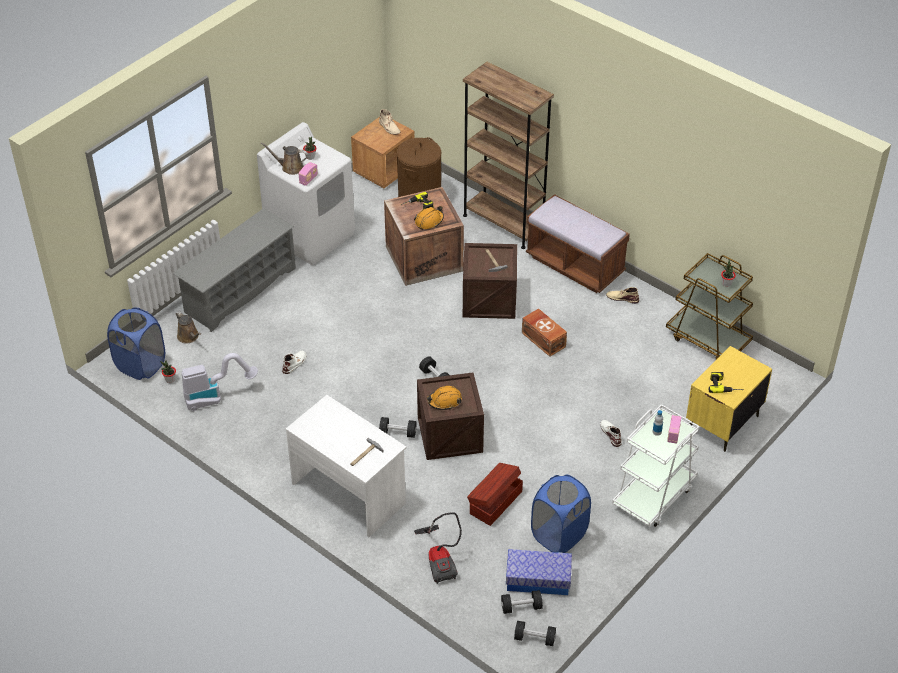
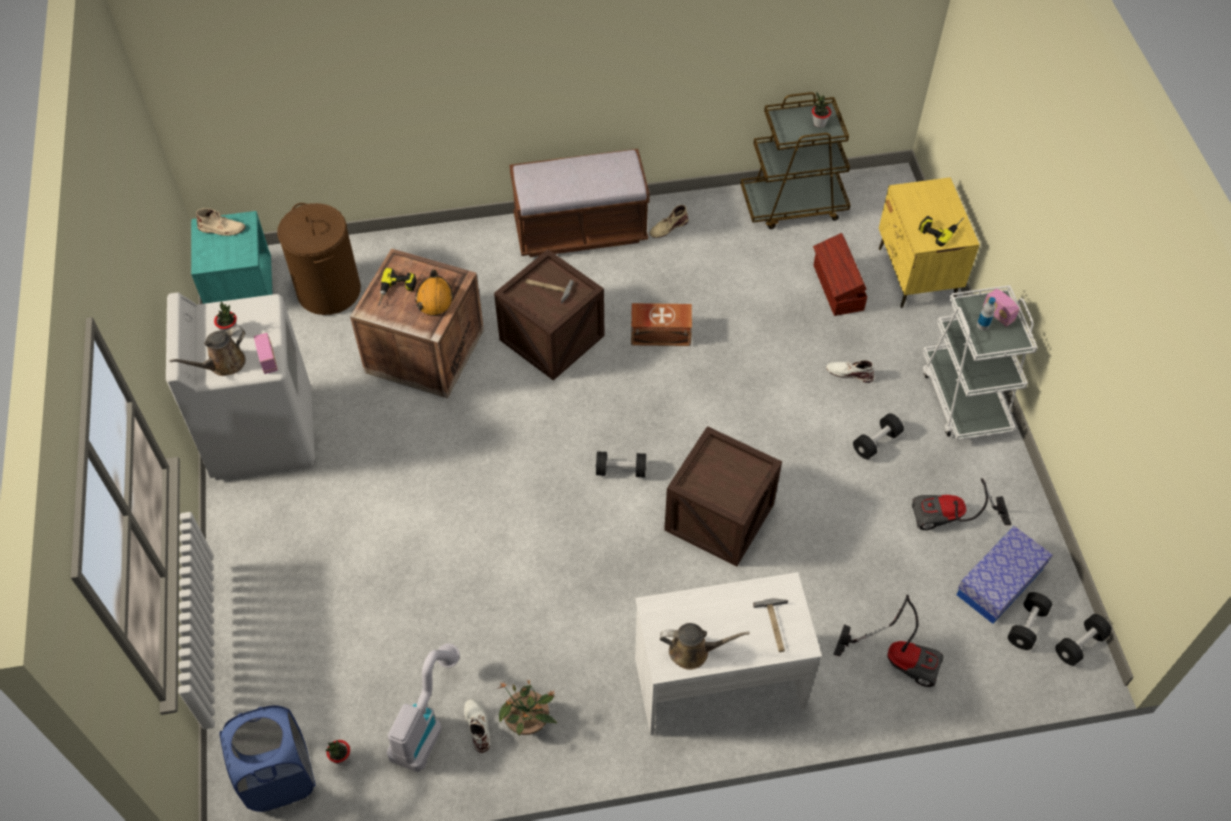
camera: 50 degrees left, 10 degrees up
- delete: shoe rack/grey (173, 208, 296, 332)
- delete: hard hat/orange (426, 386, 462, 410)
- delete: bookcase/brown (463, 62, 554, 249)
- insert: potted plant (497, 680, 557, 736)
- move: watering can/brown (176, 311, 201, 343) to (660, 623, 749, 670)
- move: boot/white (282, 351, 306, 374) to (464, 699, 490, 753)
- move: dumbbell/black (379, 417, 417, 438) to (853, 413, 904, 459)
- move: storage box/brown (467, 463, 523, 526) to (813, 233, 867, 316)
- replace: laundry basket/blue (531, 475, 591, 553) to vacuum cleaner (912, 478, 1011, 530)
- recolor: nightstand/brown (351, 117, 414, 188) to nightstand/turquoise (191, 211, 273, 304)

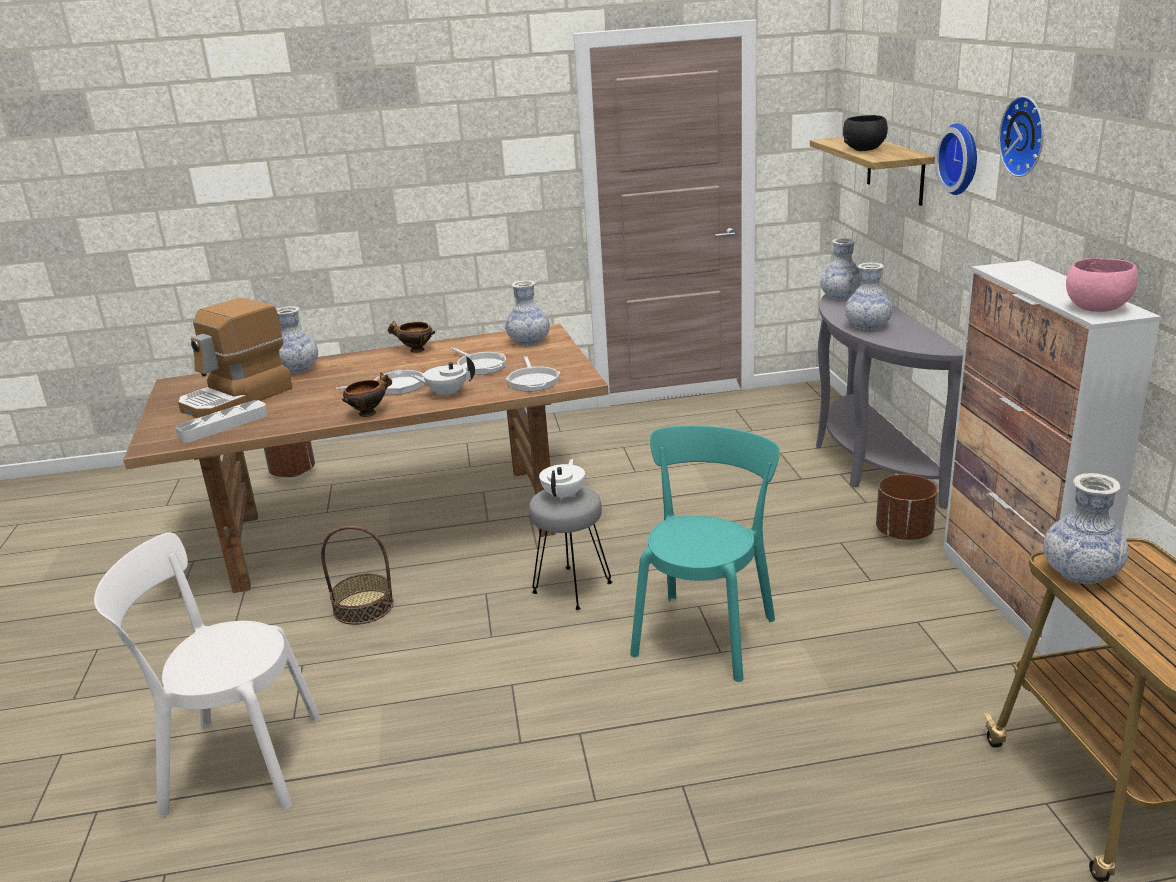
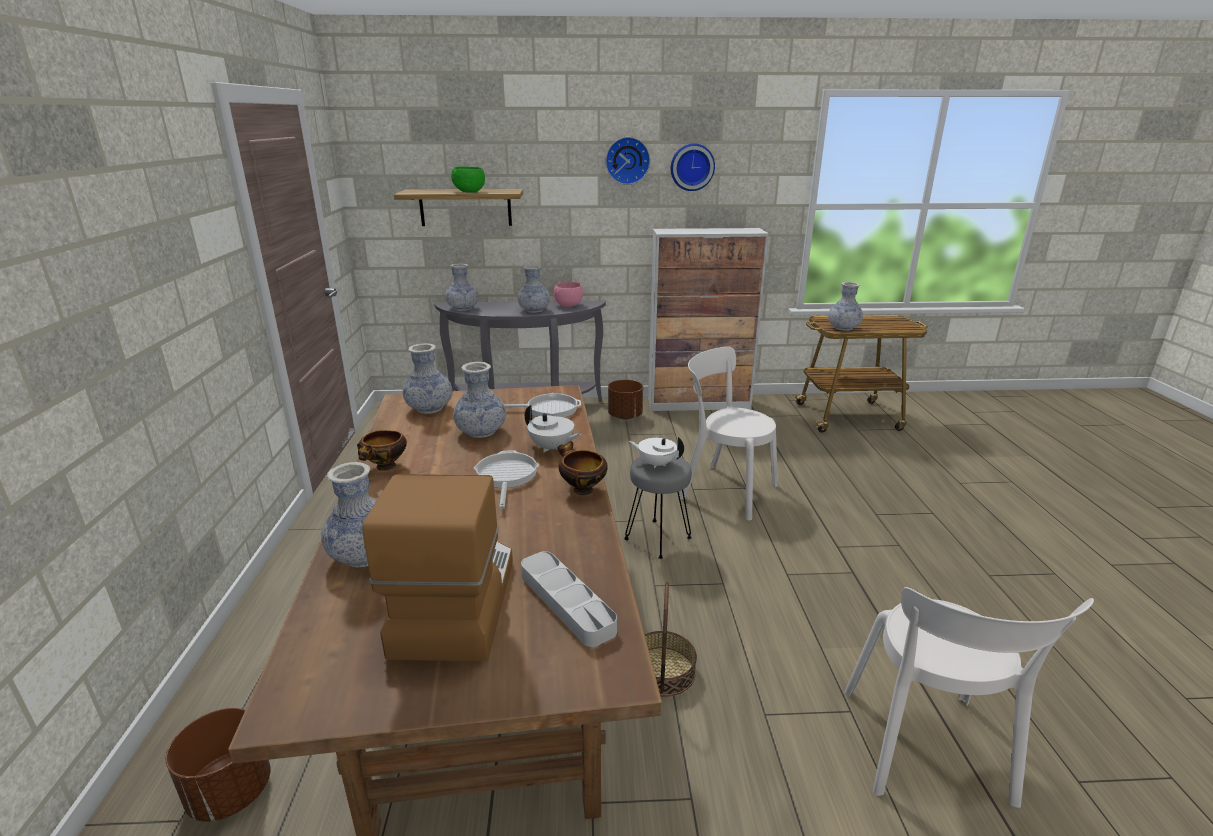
camera: 85 degrees left, 0 degrees up
- move: wall clock (935, 123, 977, 195) to (671, 143, 715, 191)
- move: bowl/pink (1066, 258, 1138, 312) to (554, 282, 583, 307)
- replace: frying pan (450, 347, 506, 375) to vase (453, 362, 506, 438)
- recolor: chair/turquoise (630, 426, 780, 682) to chair/white (680, 347, 778, 520)
- recolor: bowl/black (843, 115, 888, 151) to bowl/green (451, 167, 485, 193)
- rotate: coffee machine (178, 297, 292, 418) = (362, 474, 513, 661) 135 degrees counterclockwise
- rotate: teapot/white (411, 356, 475, 398) = (525, 405, 581, 453) 60 degrees counterclockwise

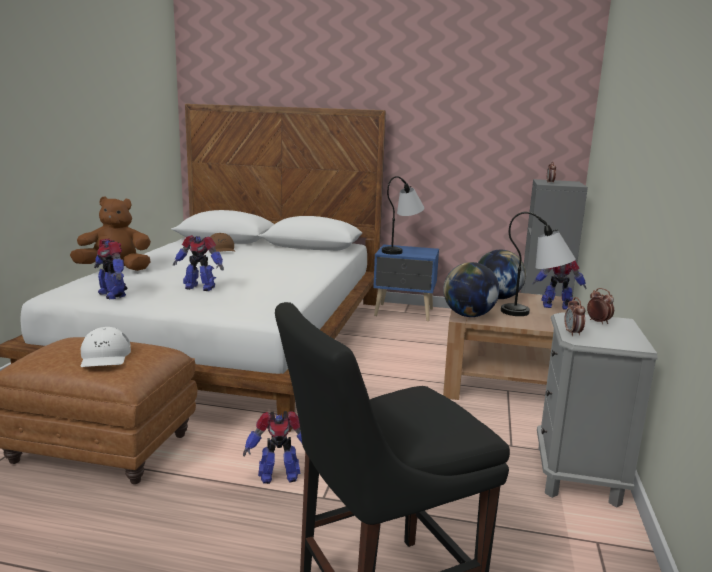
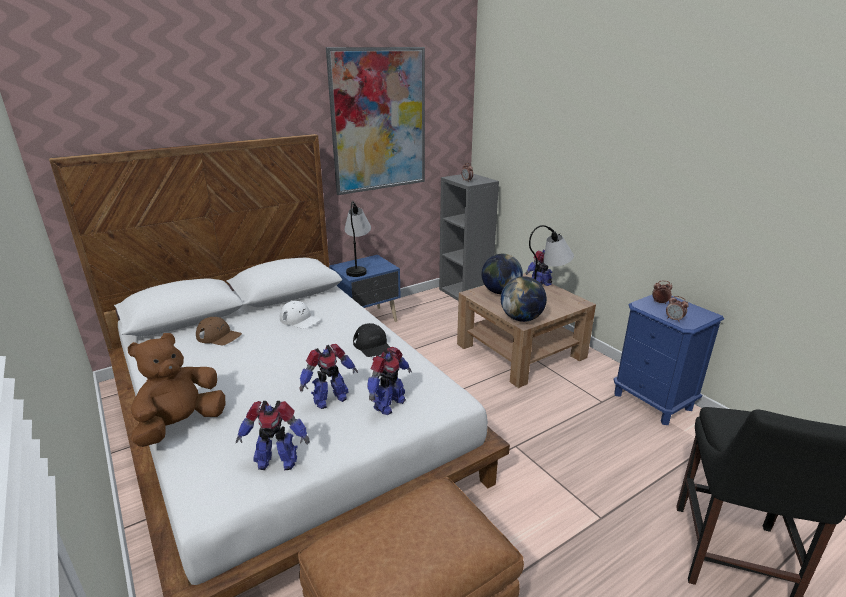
camera: 45 degrees left, 10 degrees up
- insert: picture (326, 47, 425, 195)
- insert: cap/black (353, 323, 390, 357)
- move: cap/white (80, 327, 131, 367) to (280, 301, 321, 329)
- move: toy robot (243, 411, 302, 484) to (367, 347, 412, 415)
- recolor: nightstand/grey (537, 312, 658, 508) to nightstand/blue (614, 295, 724, 425)

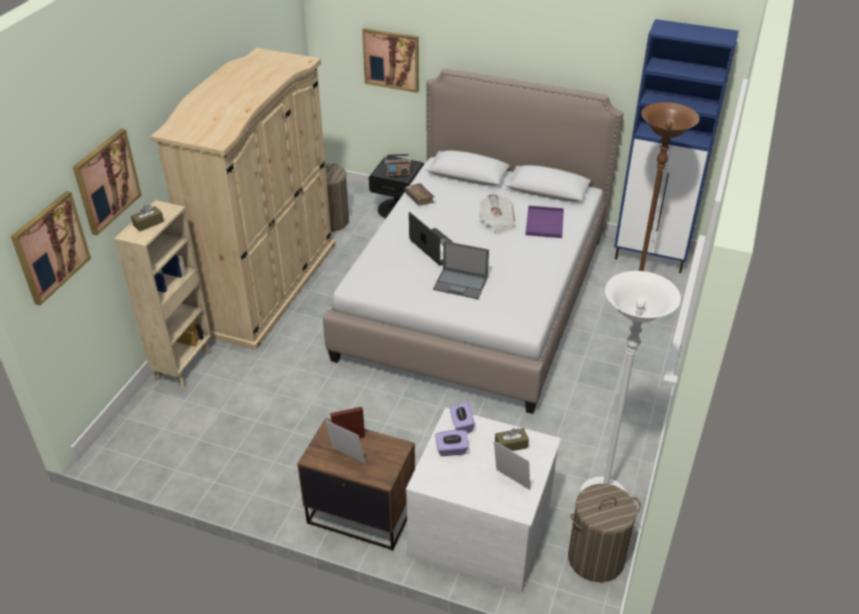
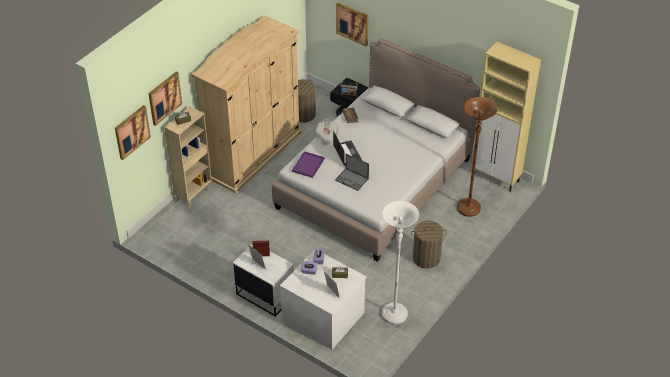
camera: 15 degrees right, 5 degrees up
- move: newspaper (479, 193, 516, 235) to (316, 119, 339, 146)
- move: tray/purple (525, 206, 564, 238) to (292, 151, 325, 178)
- move: laundry basket (568, 484, 641, 582) to (411, 220, 447, 269)
- recolor: nightstand/brown (297, 418, 415, 551) to nightstand/white (233, 244, 294, 317)
- recolor: cabinet/blue (614, 19, 739, 273) to cabinet/beige (472, 42, 541, 192)

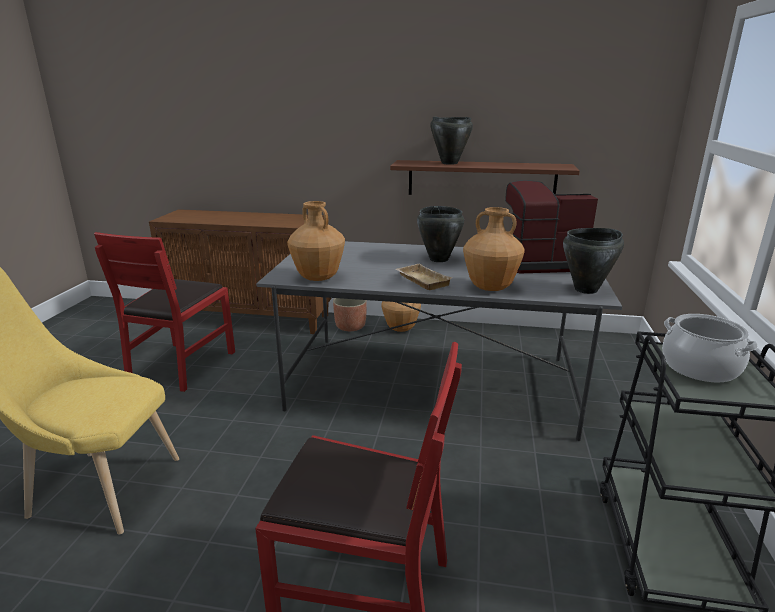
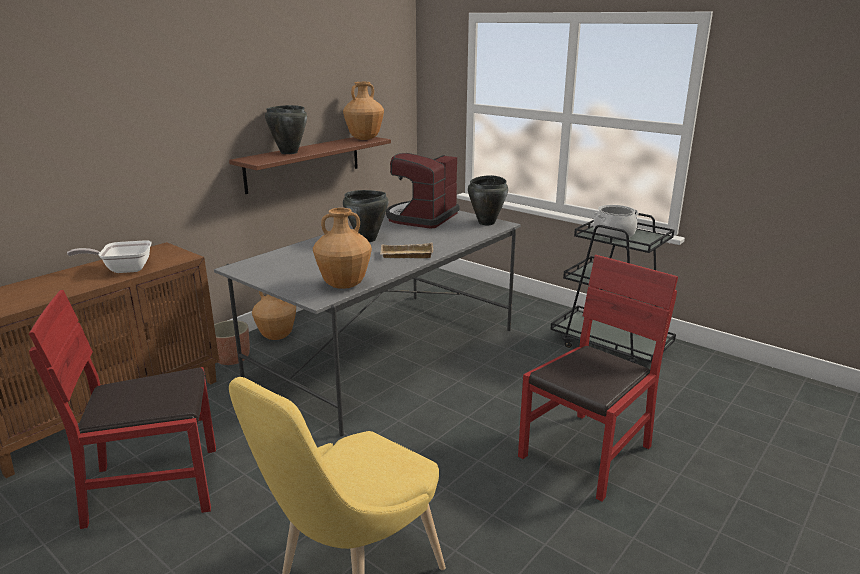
camera: 60 degrees left, 0 degrees up
- insert: frying pan (67, 240, 152, 273)
- move: vase/brown (463, 207, 525, 291) to (343, 82, 384, 140)
- rotate: chair/red (94, 232, 235, 392) = (29, 290, 216, 529) 120 degrees clockwise

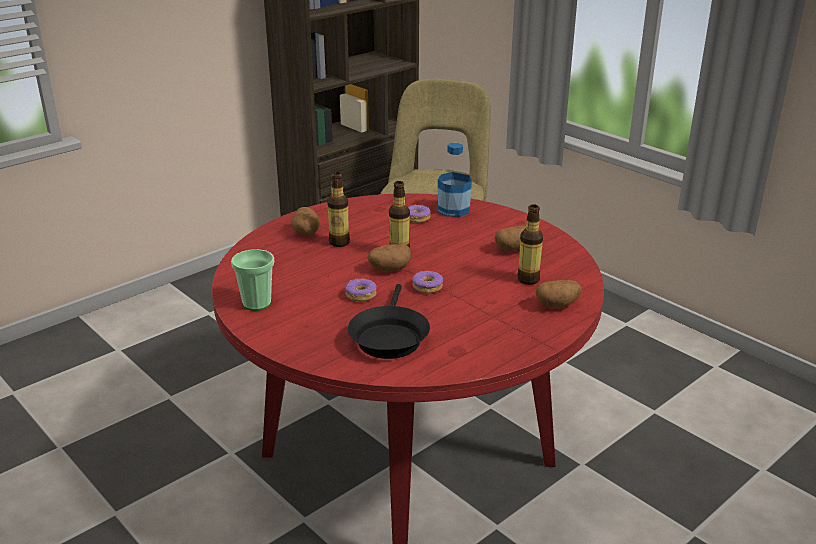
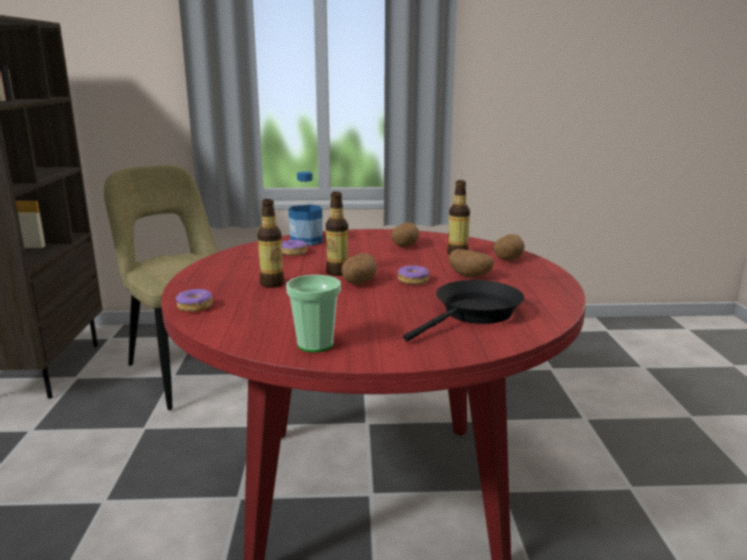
camera: 50 degrees left, 10 degrees down
- move: potato (292, 207, 320, 237) to (449, 249, 494, 277)
- move: donut (345, 278, 376, 302) to (176, 289, 213, 312)
- rotate: frying pan/black (348, 284, 430, 359) = (403, 280, 524, 342) 90 degrees counterclockwise

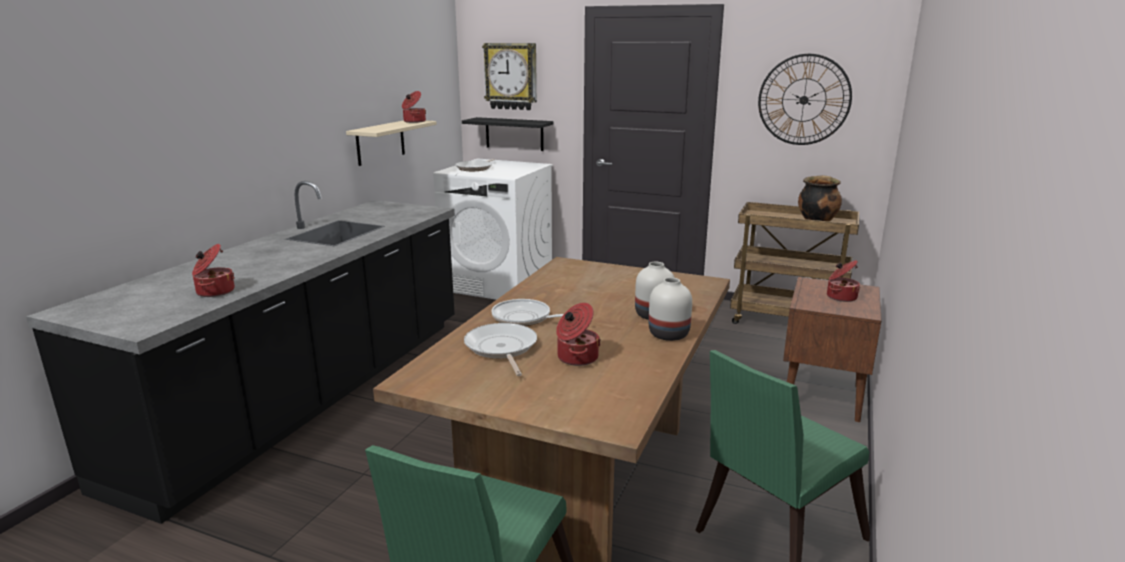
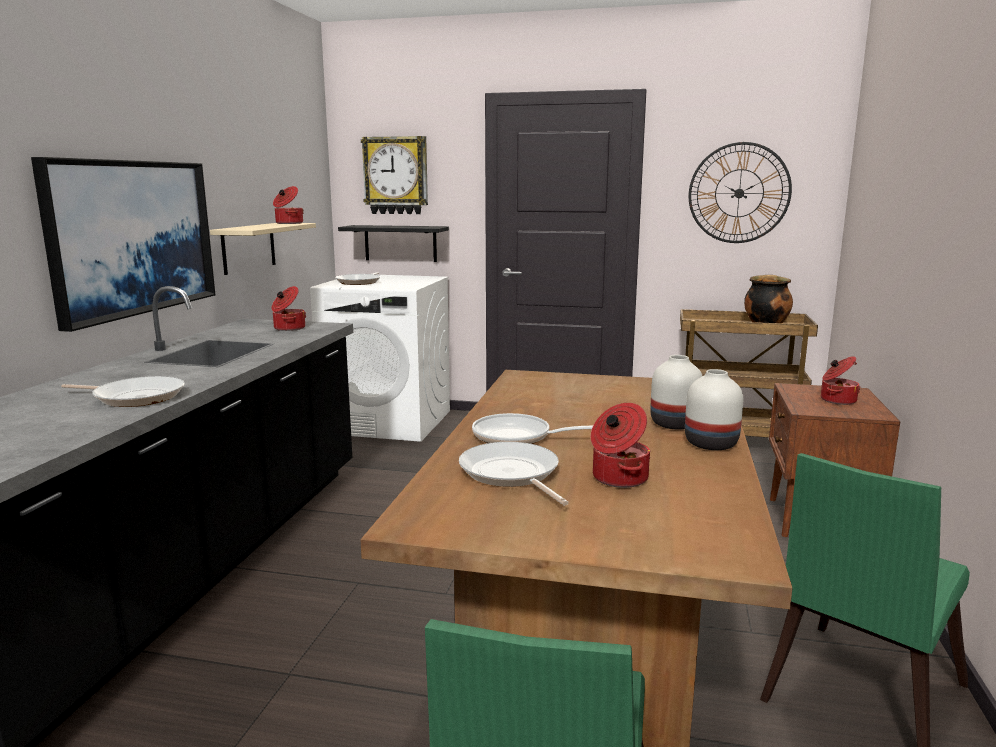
camera: 10 degrees left, 5 degrees down
- insert: picture (31, 157, 215, 332)
- insert: frying pan (61, 376, 185, 407)
- move: cooking pot (192, 244, 235, 297) to (271, 286, 306, 331)

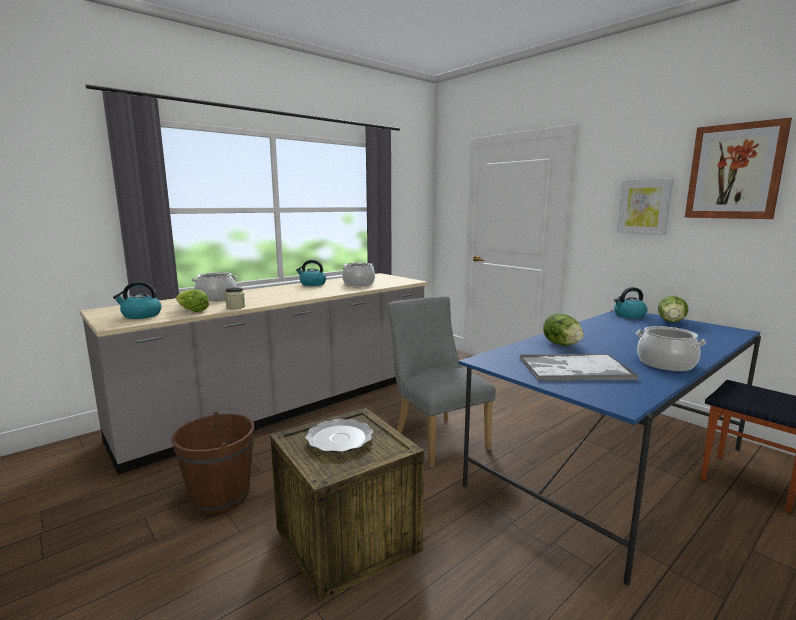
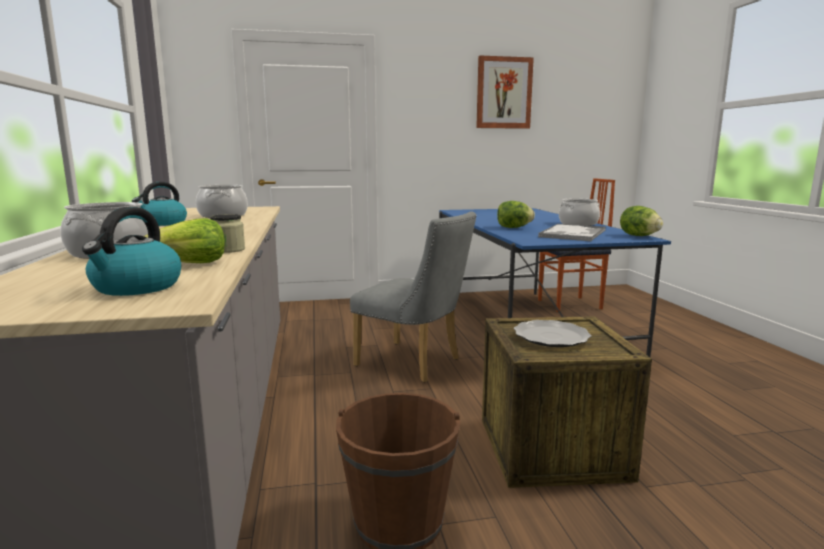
camera: 60 degrees left, 0 degrees up
- delete: kettle (614, 287, 648, 318)
- delete: picture (617, 179, 673, 235)
- move: lettuce (658, 296, 688, 322) to (620, 206, 663, 236)
- rotate: chair/grey (388, 296, 496, 467) = (350, 211, 476, 383) 150 degrees counterclockwise

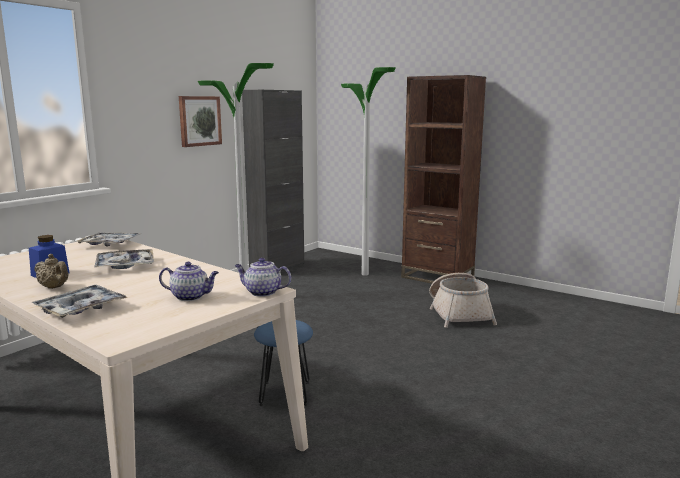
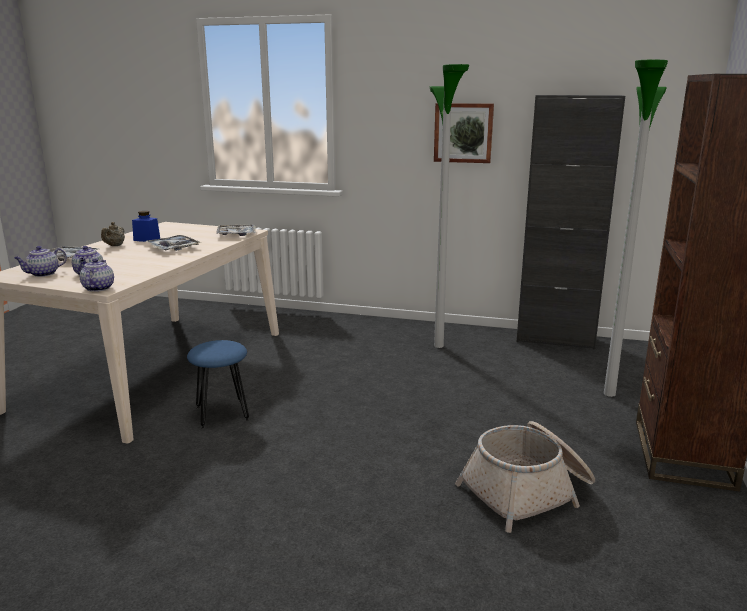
camera: 70 degrees right, 5 degrees up
- insert: teapot (14, 246, 67, 277)

